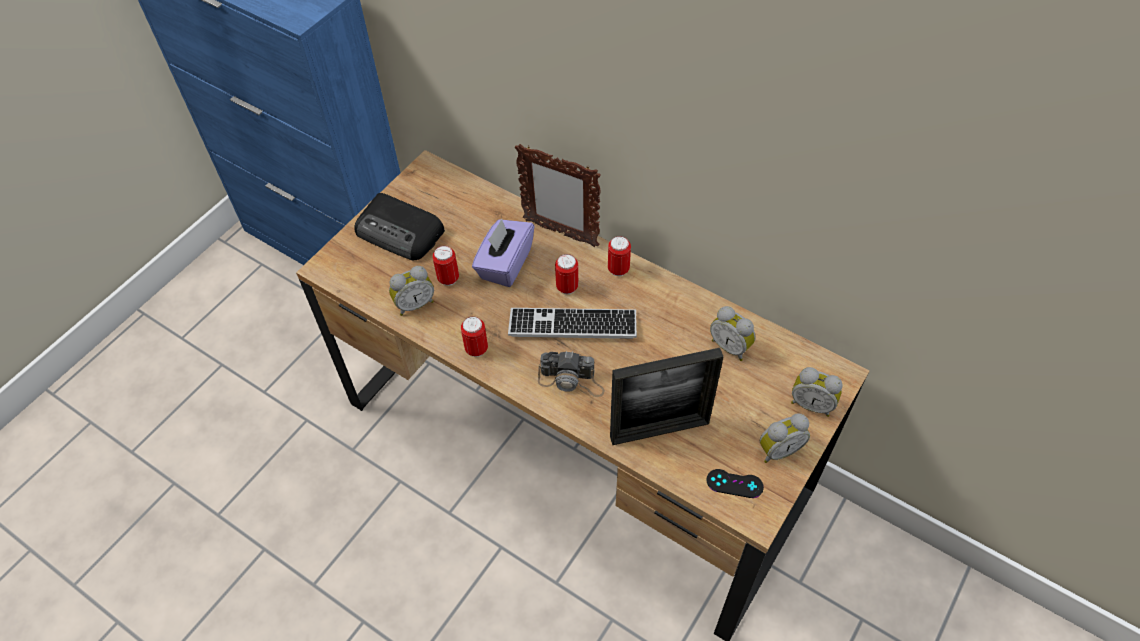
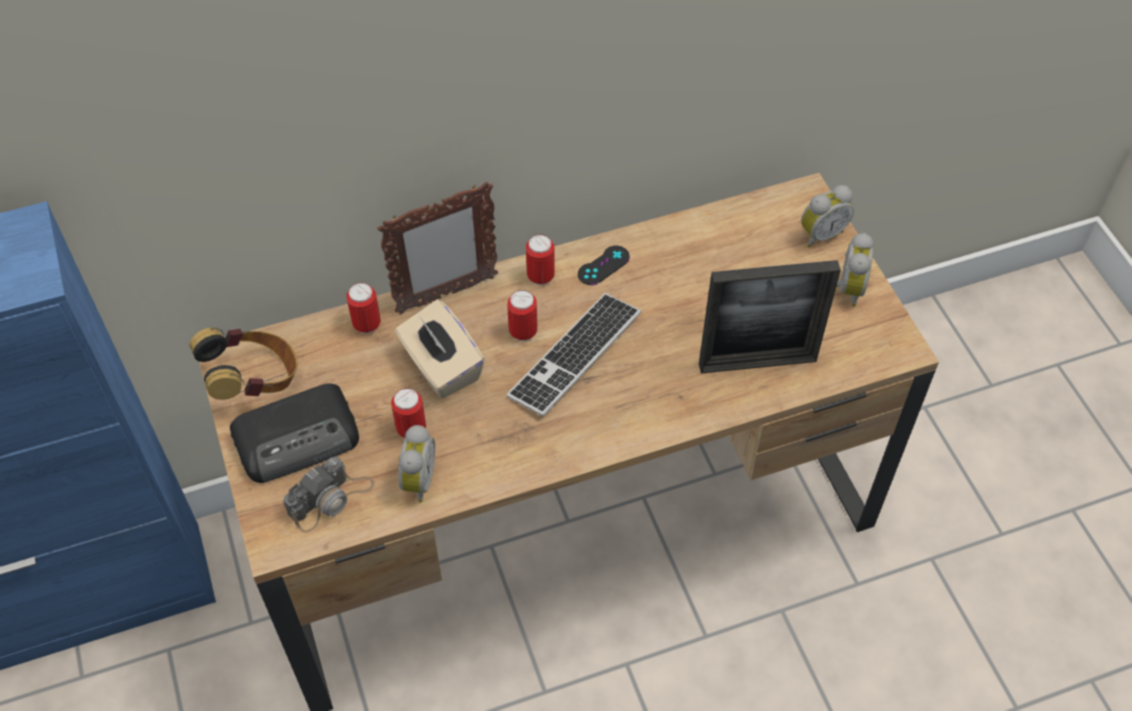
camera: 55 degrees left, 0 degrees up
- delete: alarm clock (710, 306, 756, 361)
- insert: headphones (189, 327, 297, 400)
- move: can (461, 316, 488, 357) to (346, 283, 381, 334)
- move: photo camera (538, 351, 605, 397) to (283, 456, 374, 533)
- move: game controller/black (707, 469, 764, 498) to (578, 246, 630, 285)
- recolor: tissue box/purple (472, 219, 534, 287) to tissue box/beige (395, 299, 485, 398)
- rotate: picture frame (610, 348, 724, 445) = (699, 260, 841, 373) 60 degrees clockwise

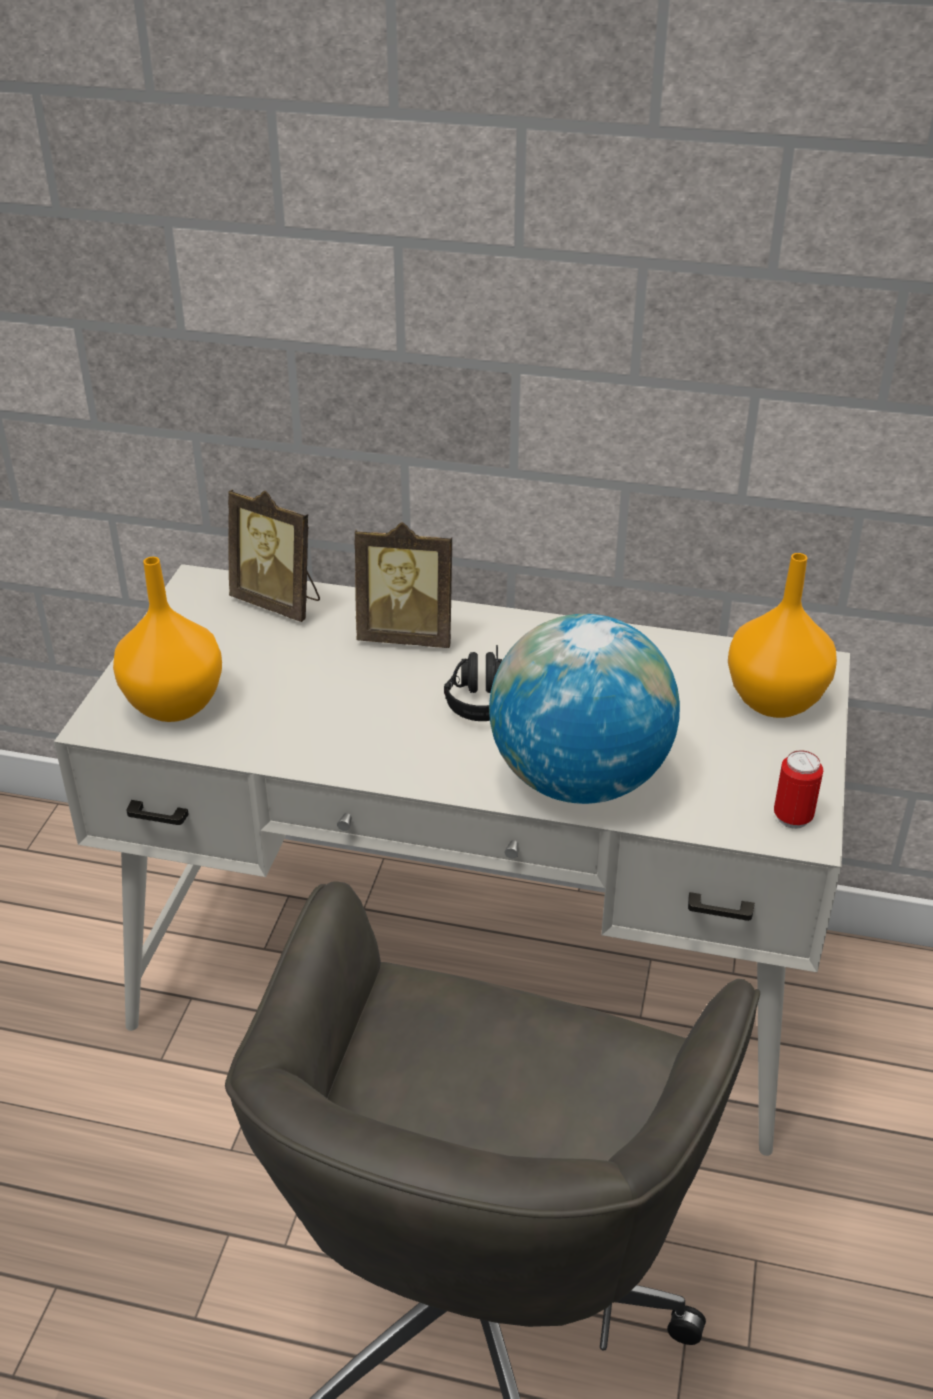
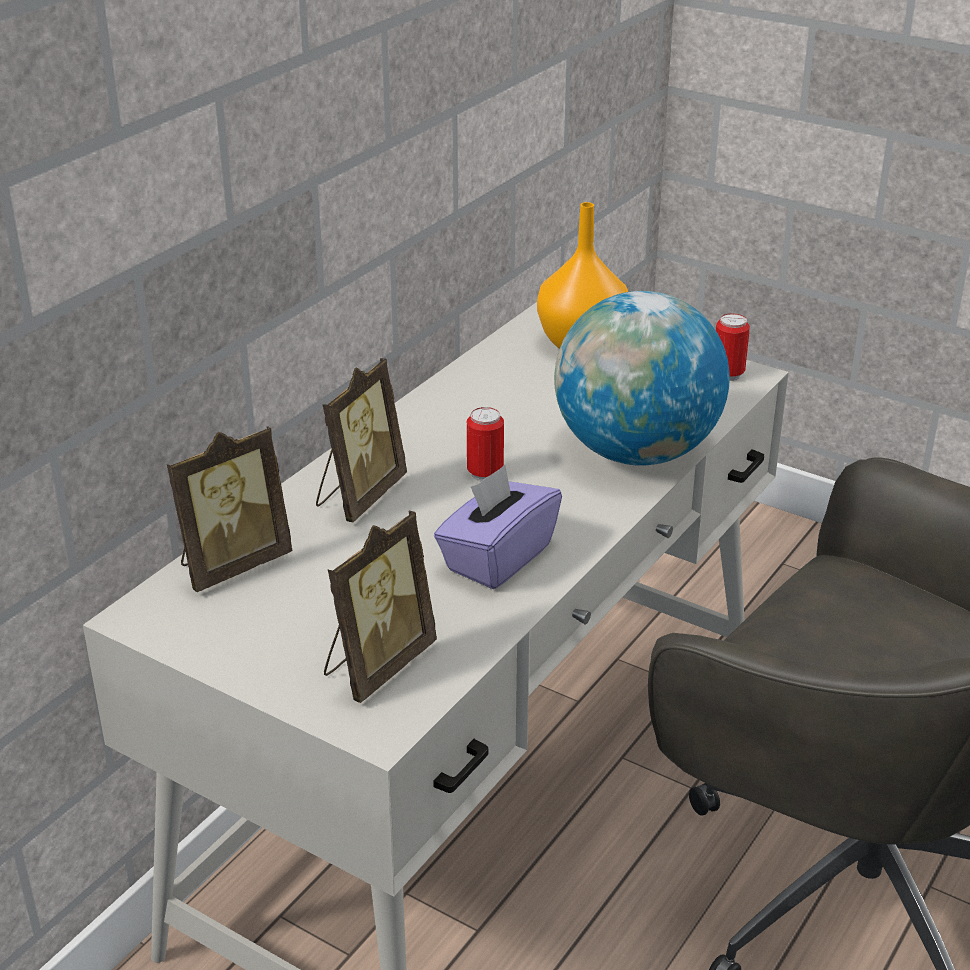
camera: 70 degrees left, 5 degrees down
- insert: tissue box/purple (434, 465, 562, 589)
- replace: vase/orange (113, 557, 222, 722) to picture frame (324, 511, 437, 703)
- replace: headphones/black (444, 645, 502, 721) to can (467, 407, 504, 481)

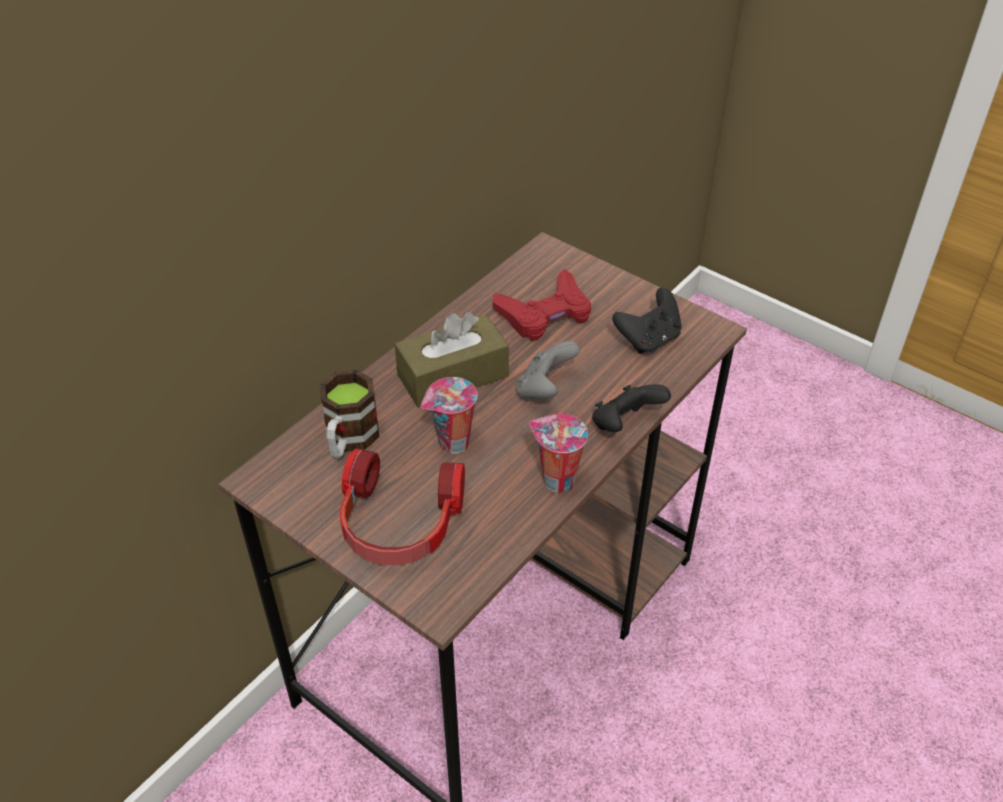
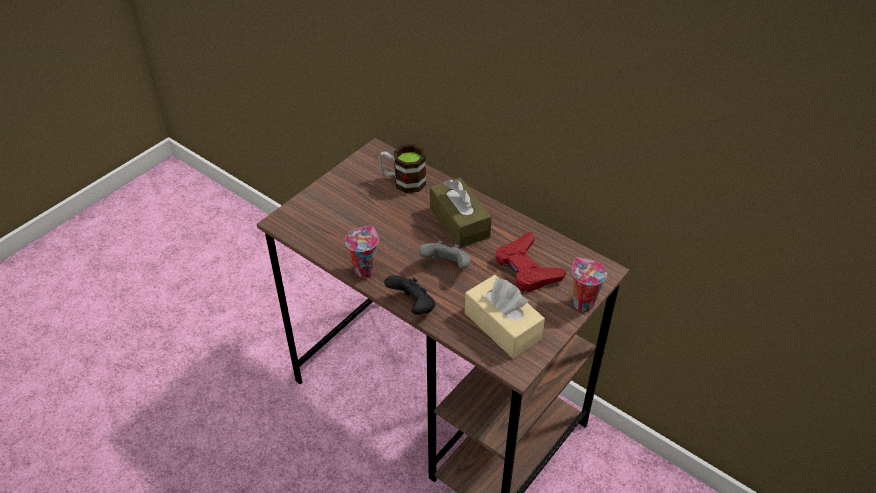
camera: 90 degrees right, 0 degrees up
- delete: headphones (340, 448, 465, 565)
- move: cup (421, 377, 477, 454) to (572, 257, 607, 312)
- replace: game controller/black (612, 288, 682, 354) to tissue box/beige (465, 275, 545, 358)

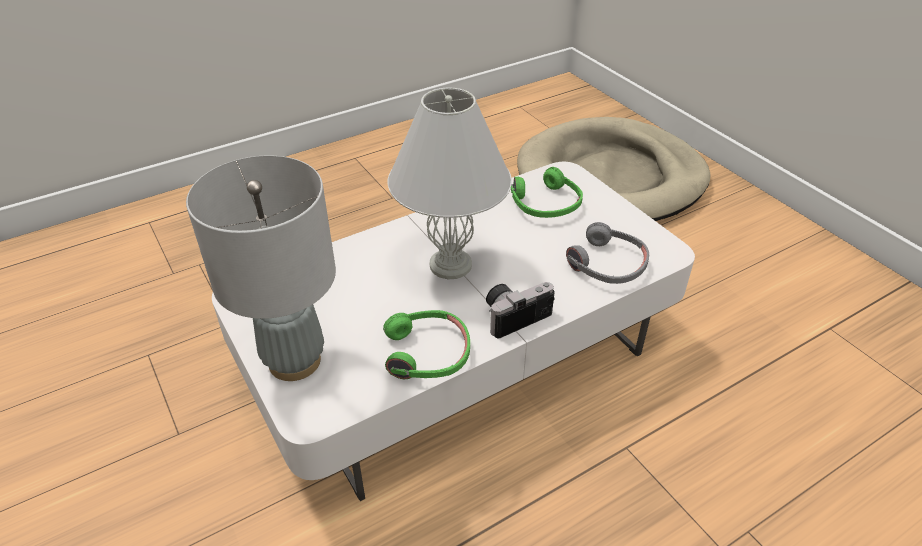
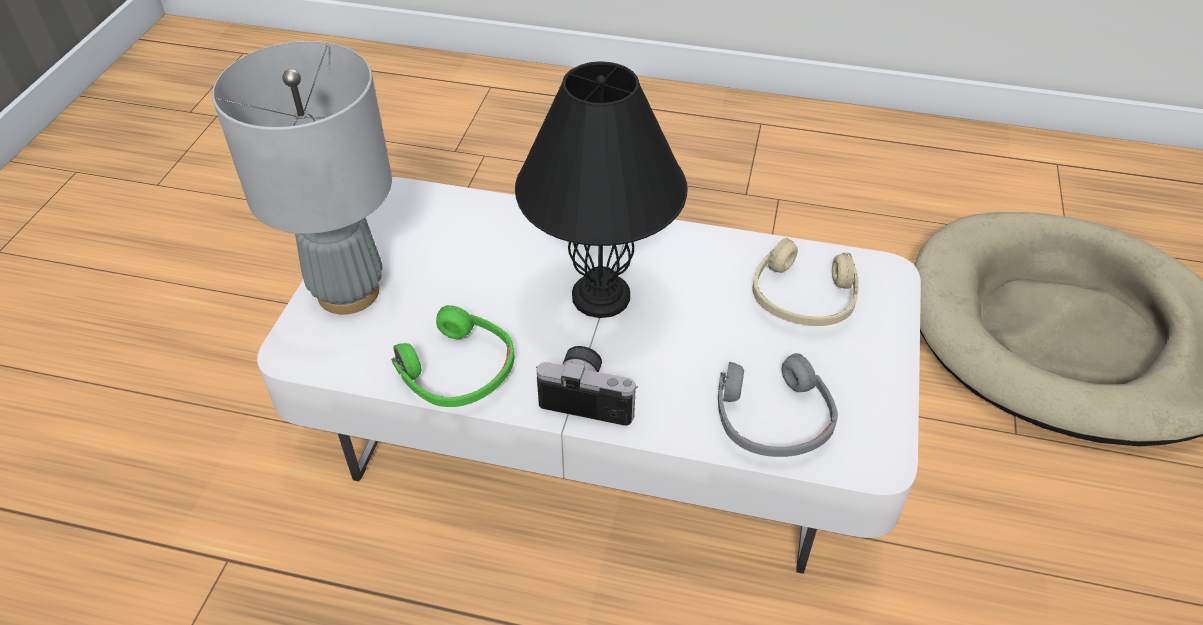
camera: 45 degrees right, 5 degrees up
- recolor: table lamp/white (388, 88, 512, 279) to table lamp/black (515, 61, 688, 318)
- recolor: headphones/green (511, 167, 583, 218) to headphones/beige (752, 238, 859, 326)

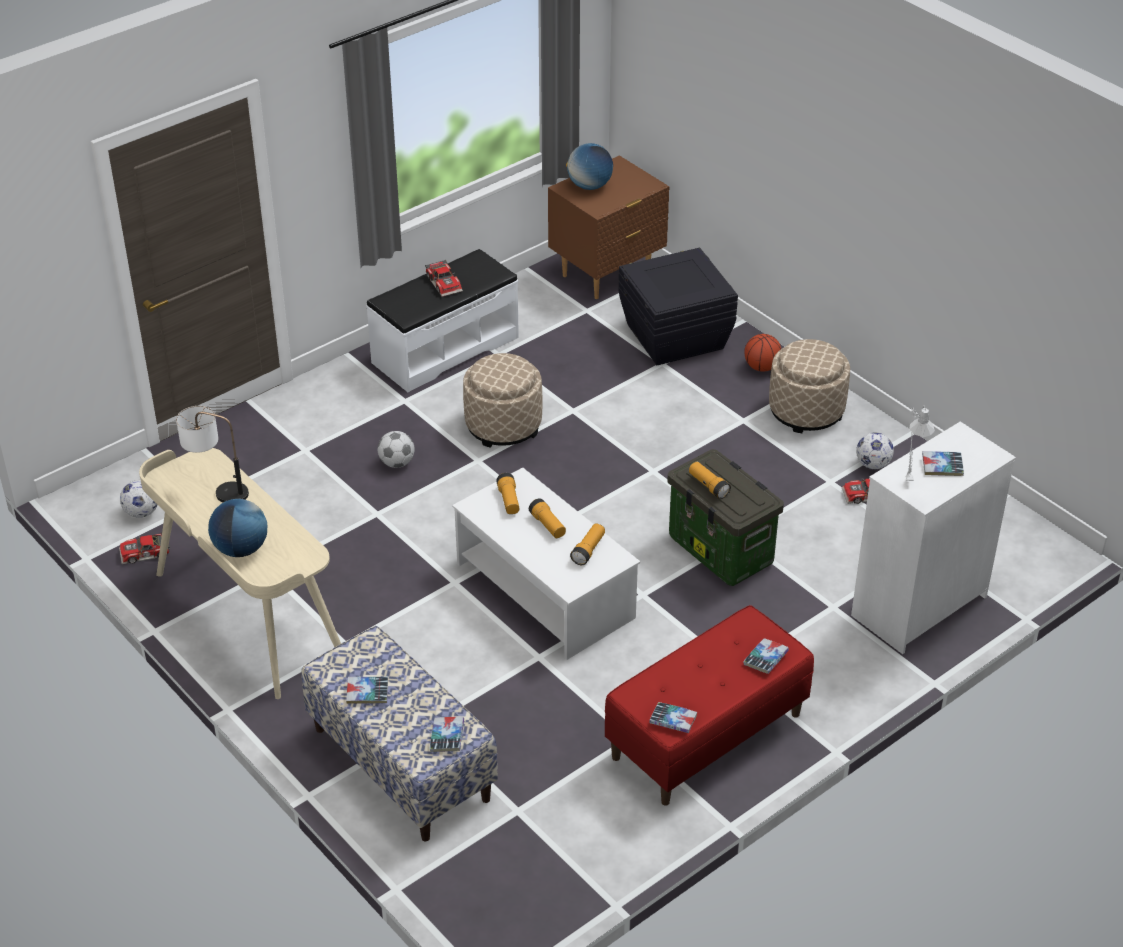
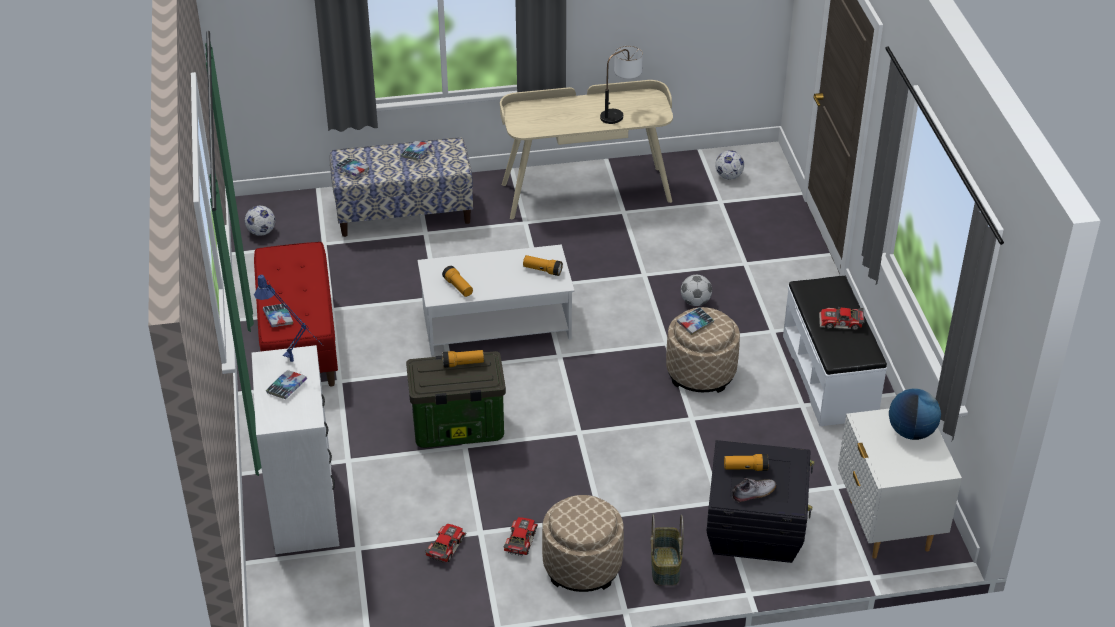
camera: 120 degrees right, 0 degrees up
- delete: globe (208, 499, 267, 557)
- insert: shoe (731, 478, 776, 503)
- move: toy car (119, 532, 170, 565) to (504, 517, 538, 556)
- move: flashlight (529, 498, 566, 538) to (724, 454, 769, 471)
- move: book (650, 702, 697, 733) to (677, 307, 714, 335)
- move: football (856, 432, 894, 469) to (245, 206, 275, 236)
- replace: basketball (744, 334, 781, 372) to basket (650, 515, 684, 585)
- recolor: nightstand/brown (548, 155, 670, 299) to nightstand/white (838, 408, 962, 559)
- recolor: table lamp/grey (906, 405, 935, 481) to table lamp/blue (254, 275, 323, 362)

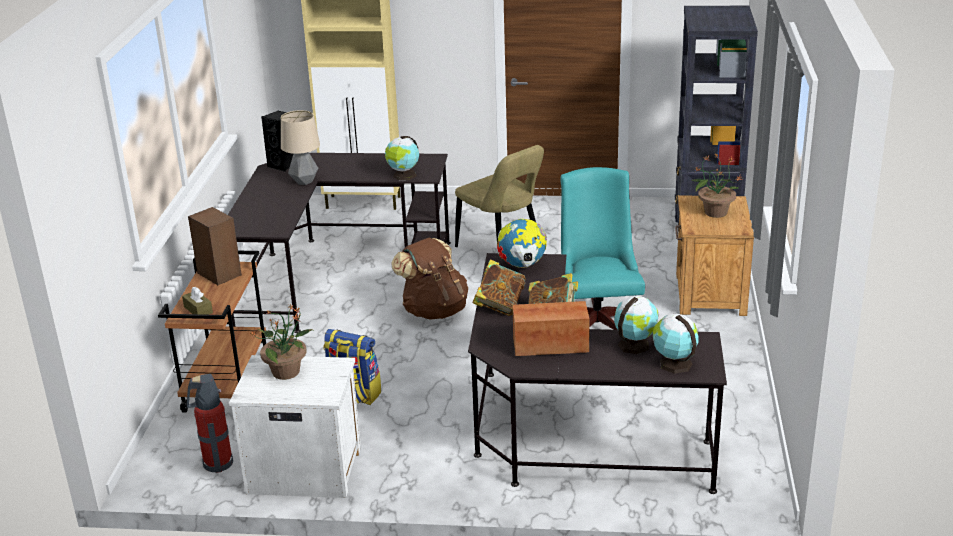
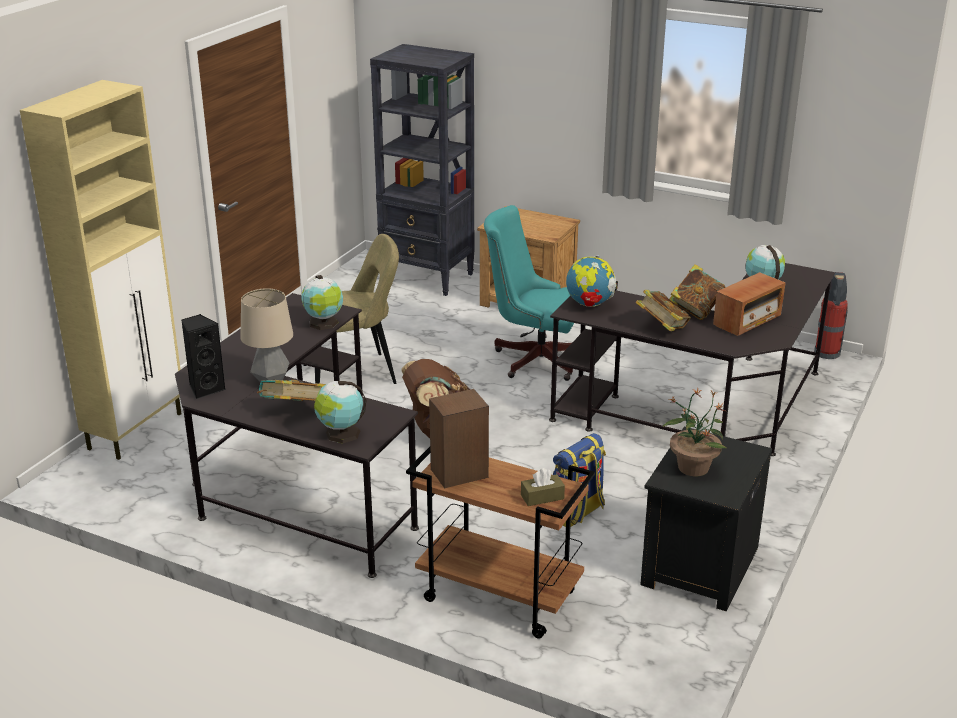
camera: 70 degrees left, 0 degrees up
- delete: potted plant (691, 153, 743, 218)
- insert: book (257, 379, 326, 402)
- move: fire extinguisher (187, 374, 233, 473) to (814, 272, 848, 359)
- move: globe (653, 313, 698, 374) to (314, 381, 366, 443)
- recolor: nightstand/white (229, 355, 361, 498) to nightstand/black (640, 426, 772, 612)
- rotate: radio (513, 301, 590, 356) = (713, 272, 785, 336) 150 degrees counterclockwise

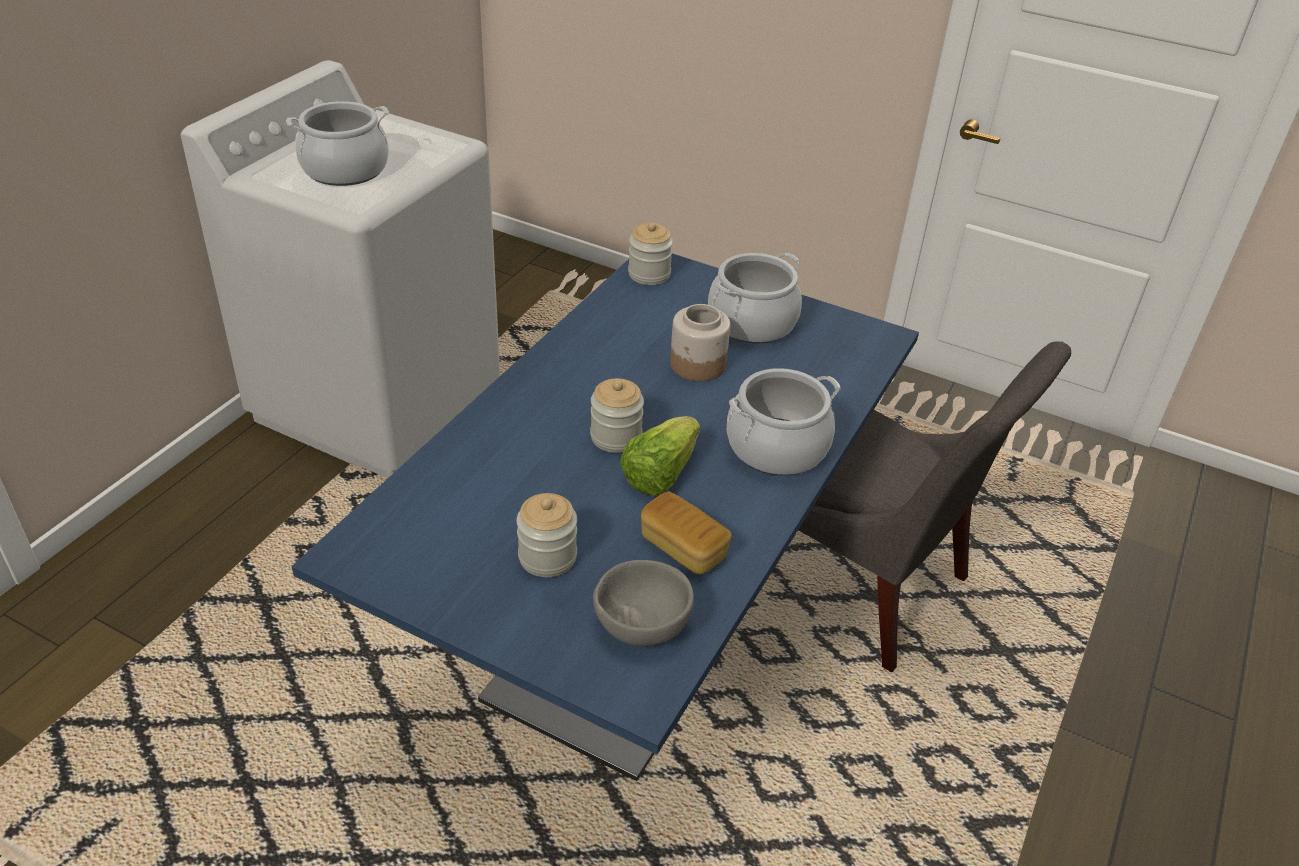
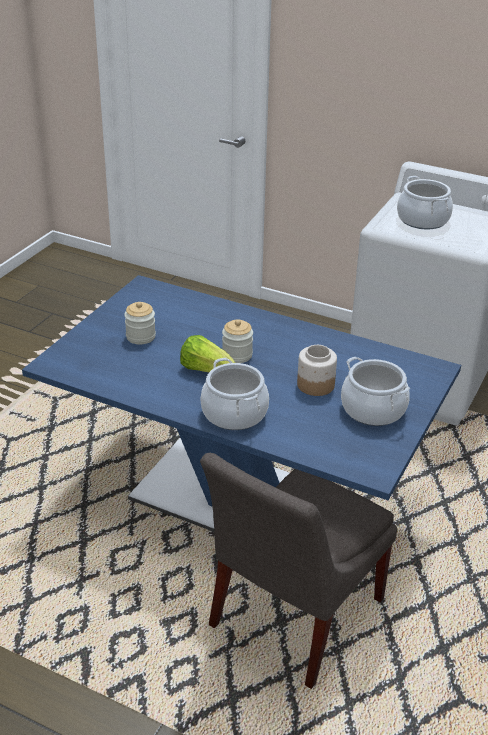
camera: 90 degrees right, 5 degrees down
- delete: bowl/grey (593, 560, 694, 646)
- delete: jar (628, 222, 673, 285)
- delete: bread (641, 492, 732, 574)

